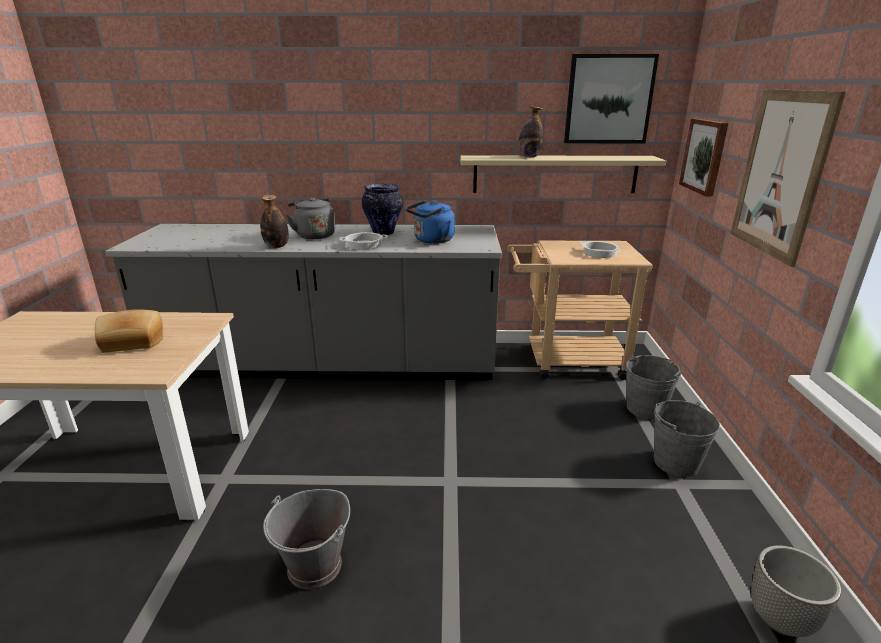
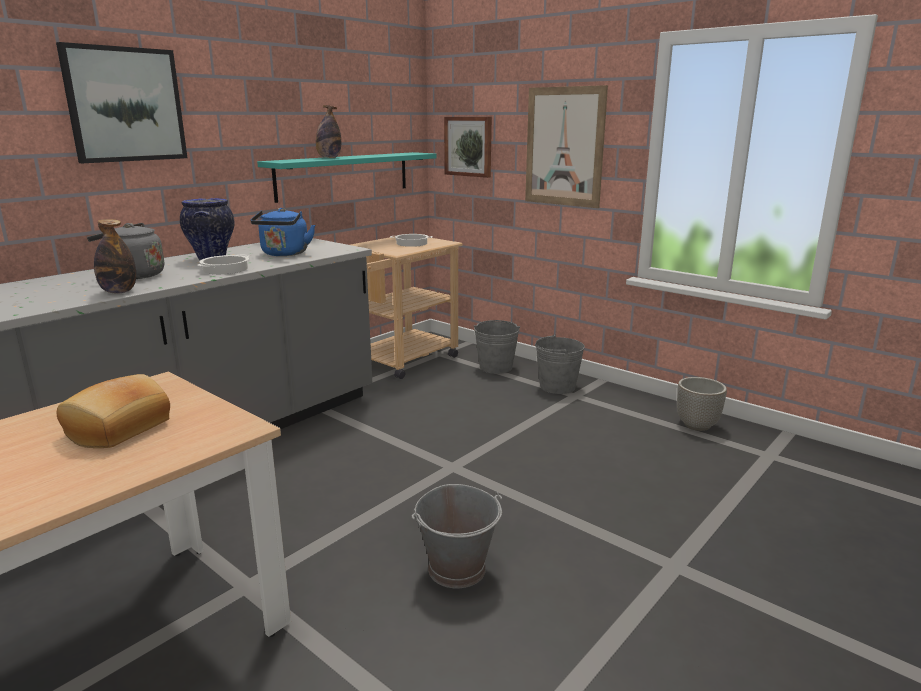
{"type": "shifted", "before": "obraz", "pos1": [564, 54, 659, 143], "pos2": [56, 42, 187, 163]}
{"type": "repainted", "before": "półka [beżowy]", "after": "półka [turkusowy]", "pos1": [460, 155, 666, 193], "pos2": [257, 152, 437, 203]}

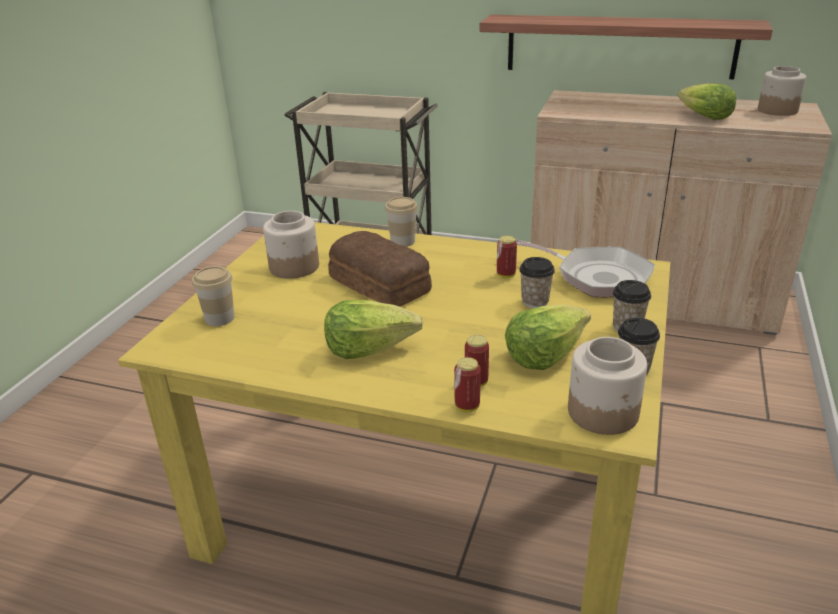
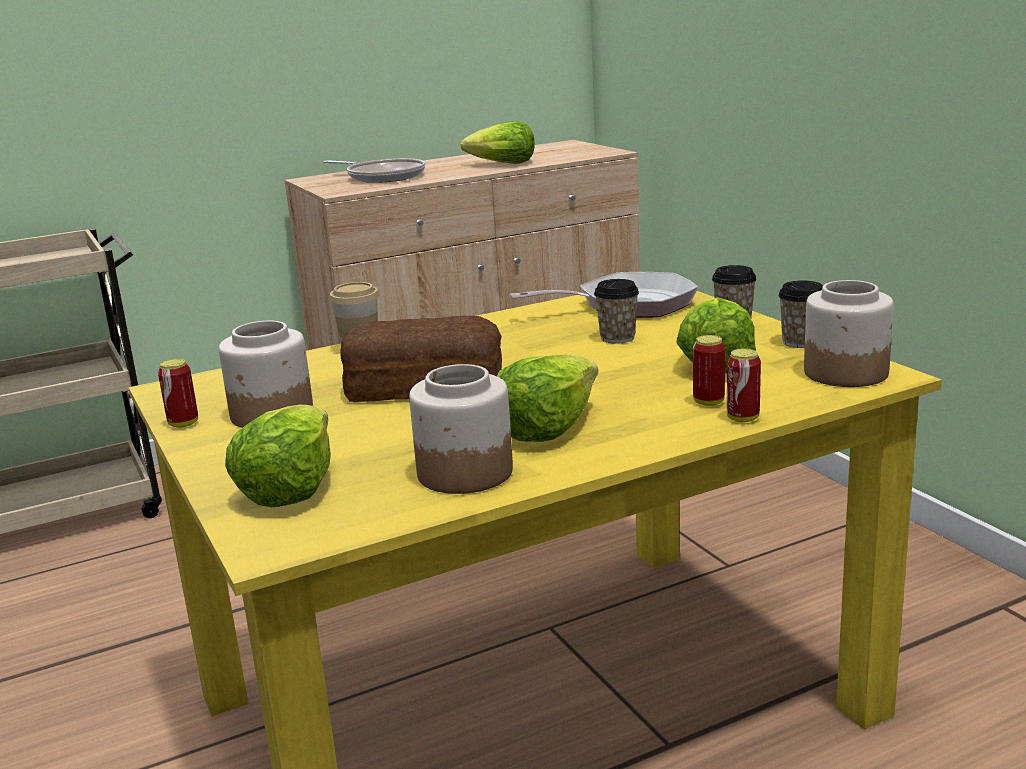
{"type": "gone", "before": "półka", "pos1": [480, 15, 773, 79]}
{"type": "new", "after": "patelnia", "pos2": [323, 158, 425, 183]}
{"type": "shifted", "before": "puszka", "pos1": [497, 236, 517, 278], "pos2": [158, 359, 198, 427]}
{"type": "shifted", "before": "słoik", "pos1": [758, 66, 806, 116], "pos2": [409, 364, 513, 494]}
{"type": "swapped", "before": "filiżanka", "after": "sałata", "pos1": [192, 266, 235, 326], "pos2": [225, 405, 331, 507]}

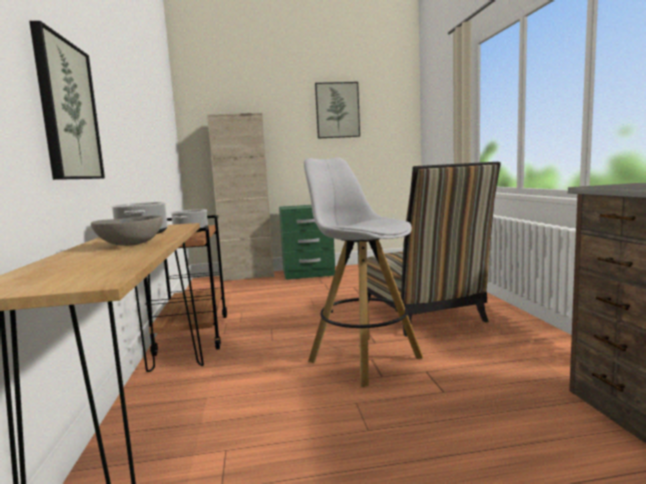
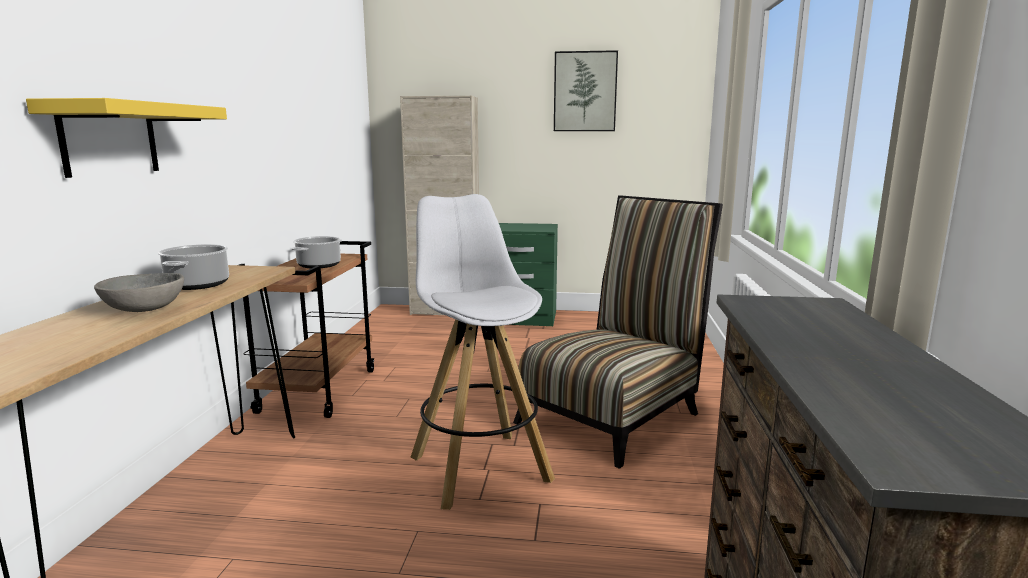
{"type": "swapped", "before": "obraz", "after": "półka [żółty]", "pos1": [29, 21, 105, 180], "pos2": [26, 98, 227, 178]}
{"type": "rotated", "before": "krzesło", "pos1": [367, 162, 501, 337], "pos2": [513, 195, 723, 469], "turn": -135}

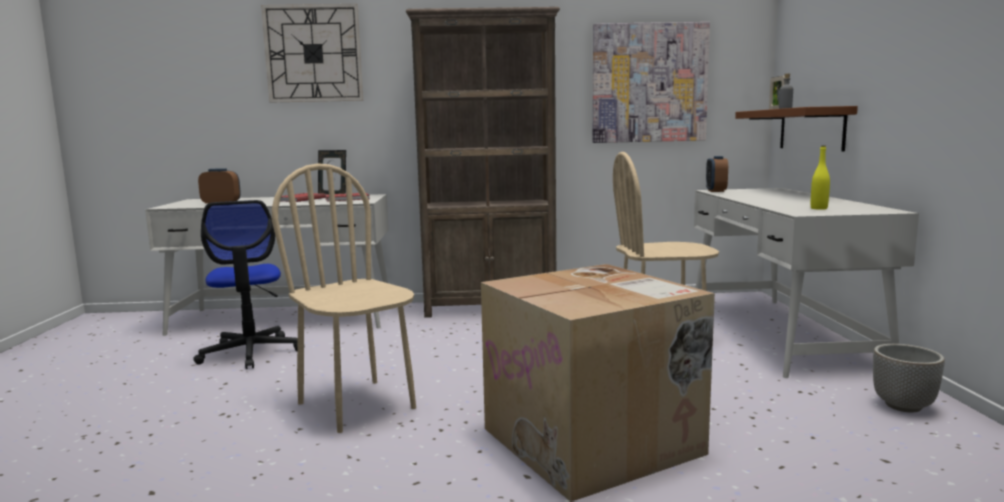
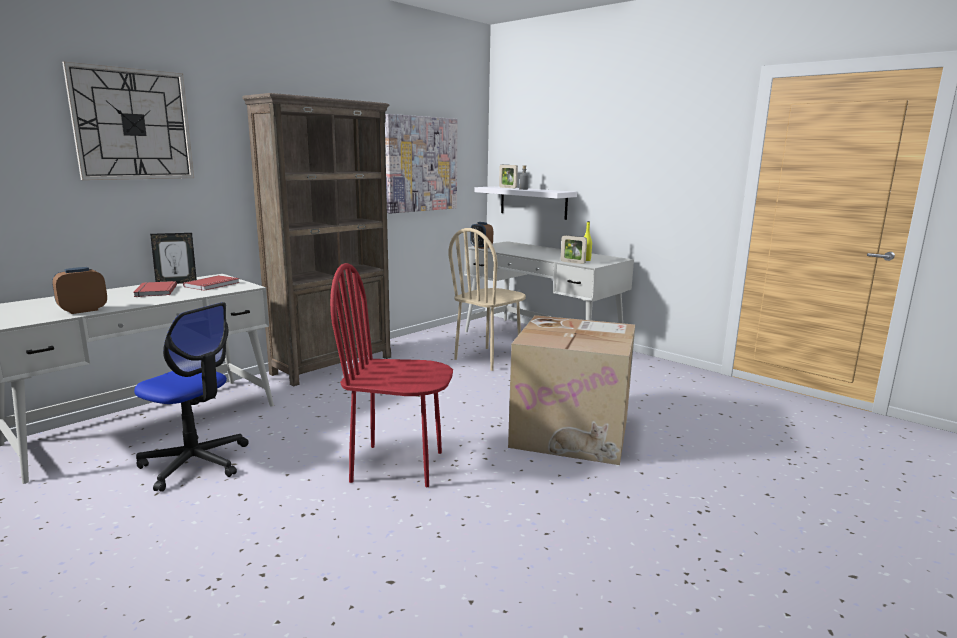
{"type": "gone", "before": "donica", "pos1": [873, 344, 945, 413]}
{"type": "new", "after": "ramka na zdjęcie", "pos2": [561, 235, 587, 264]}
{"type": "repainted", "before": "krzesło [beżowy]", "after": "krzesło [czerwony]", "pos1": [272, 163, 416, 433], "pos2": [330, 263, 453, 487]}
{"type": "repainted", "before": "półka [brązowy]", "after": "półka [biały]", "pos1": [735, 106, 858, 152], "pos2": [475, 186, 577, 220]}

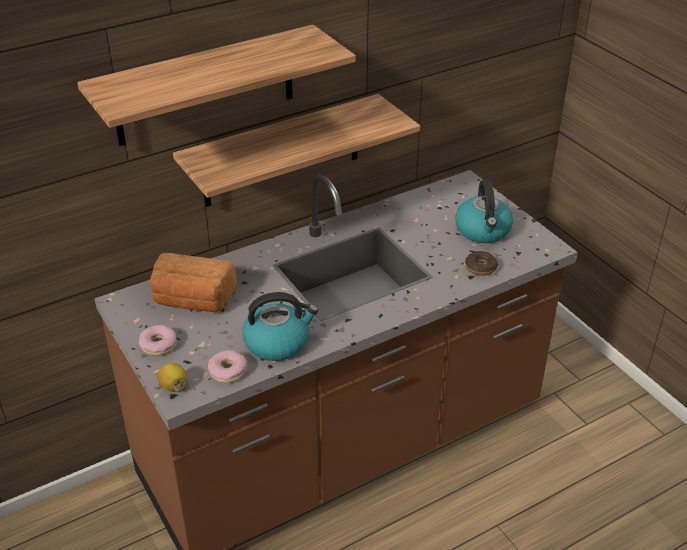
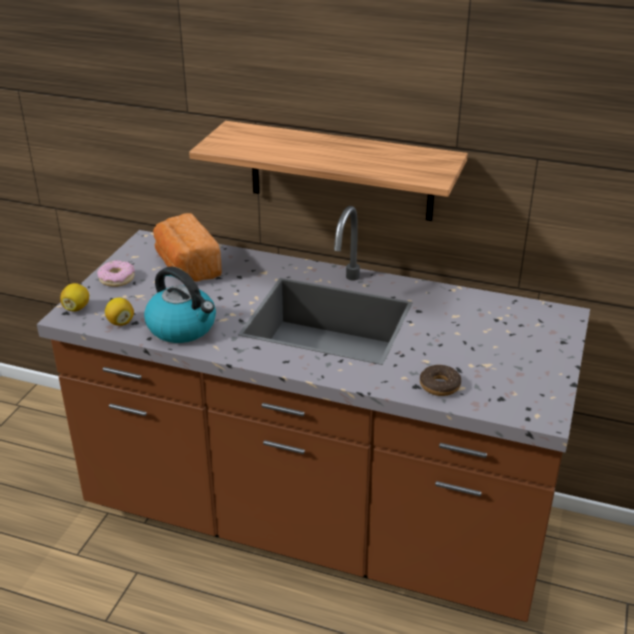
{"type": "gone", "before": "półka", "pos1": [77, 24, 356, 146]}
{"type": "gone", "before": "czajnik", "pos1": [455, 180, 513, 243]}
{"type": "swapped", "before": "donut", "after": "cytryna", "pos1": [208, 350, 247, 383], "pos2": [105, 298, 134, 326]}

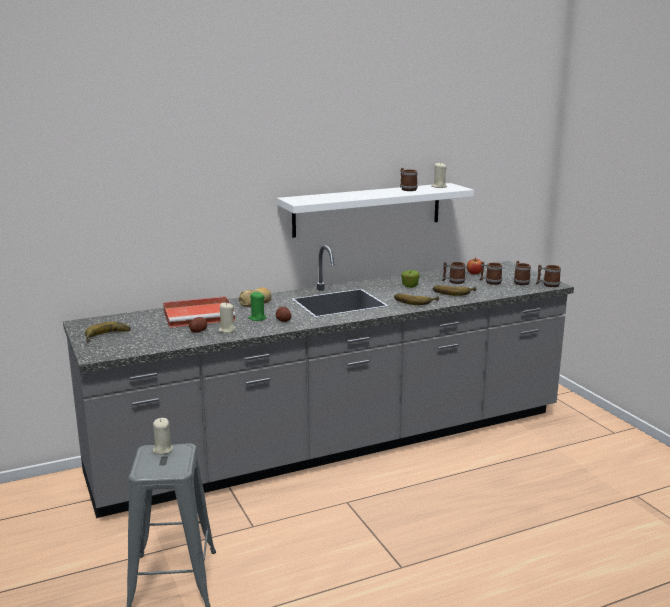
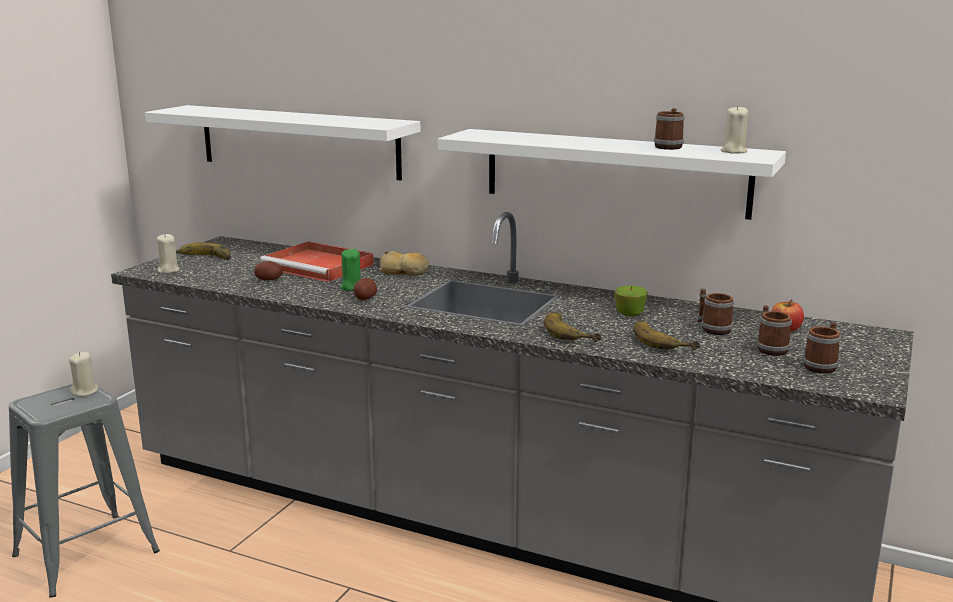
{"type": "gone", "before": "kubek", "pos1": [536, 265, 561, 287]}
{"type": "new", "after": "półka [biały]", "pos2": [145, 105, 421, 180]}
{"type": "shifted", "before": "świeca [beżowy]", "pos1": [218, 303, 236, 333], "pos2": [157, 234, 180, 273]}

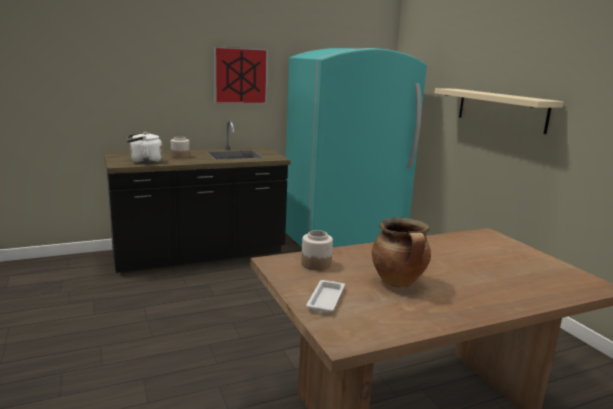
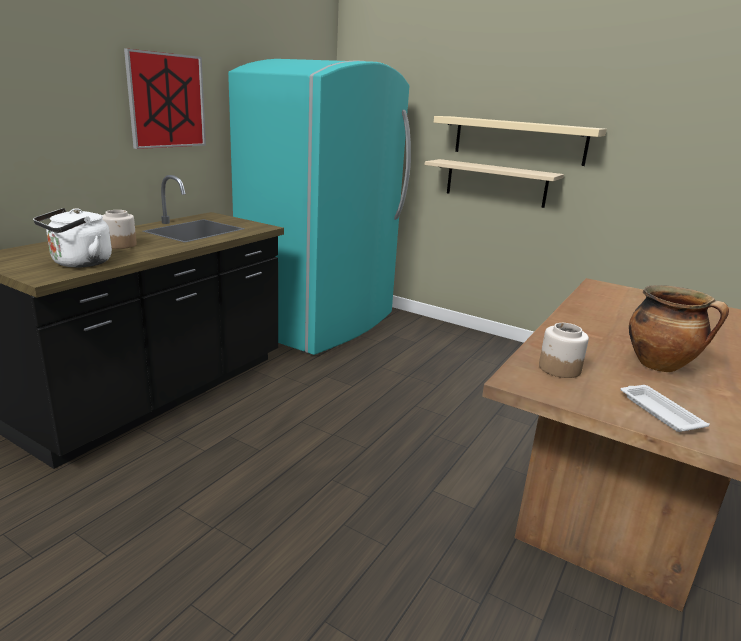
{"type": "new", "after": "półka [beżowy]", "pos2": [425, 159, 564, 208]}

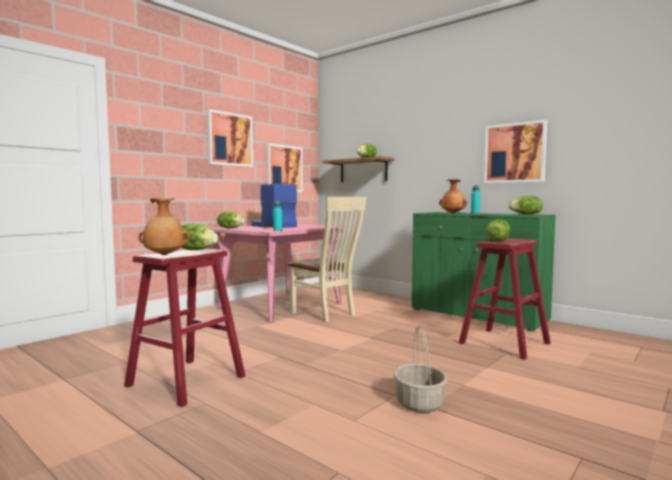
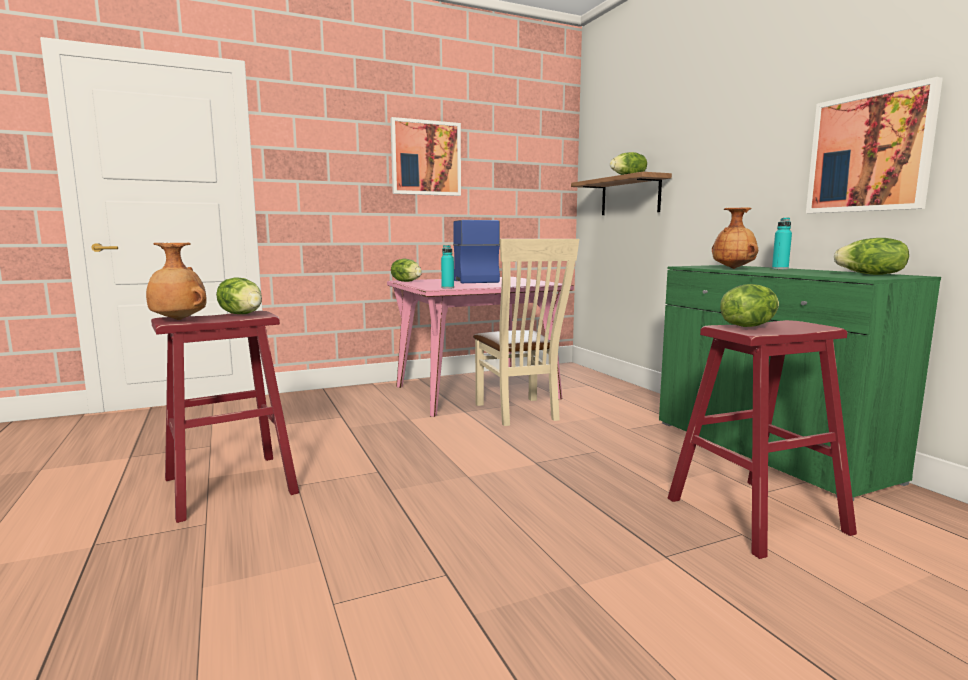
{"type": "gone", "before": "obraz", "pos1": [266, 143, 303, 192]}
{"type": "gone", "before": "koszyk", "pos1": [394, 325, 448, 413]}

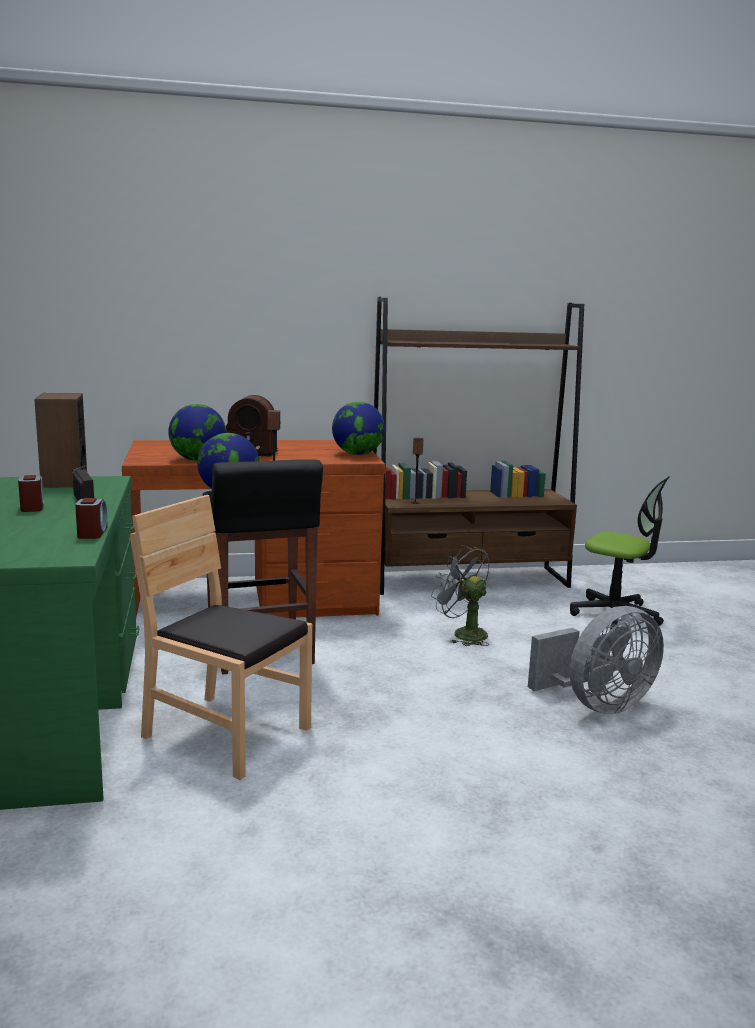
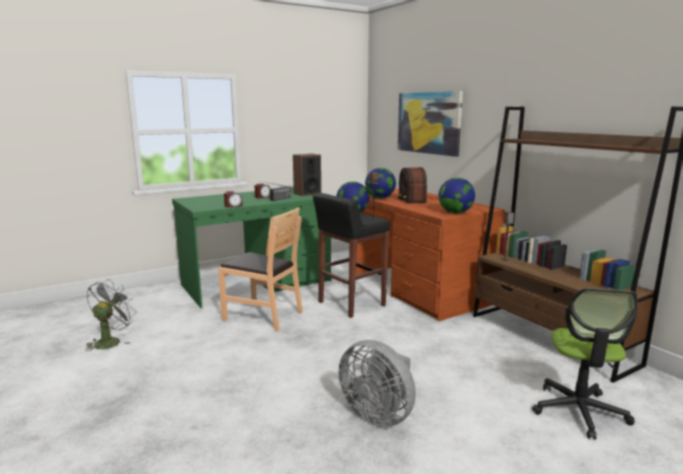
{"type": "new", "after": "obraz", "pos2": [398, 91, 463, 157]}
{"type": "shifted", "before": "wentylator [szary]", "pos1": [431, 545, 490, 646], "pos2": [86, 279, 137, 351]}
{"type": "rotated", "before": "krzesło [brązowy]", "pos1": [130, 495, 312, 780], "pos2": [218, 207, 303, 331], "turn": 105}

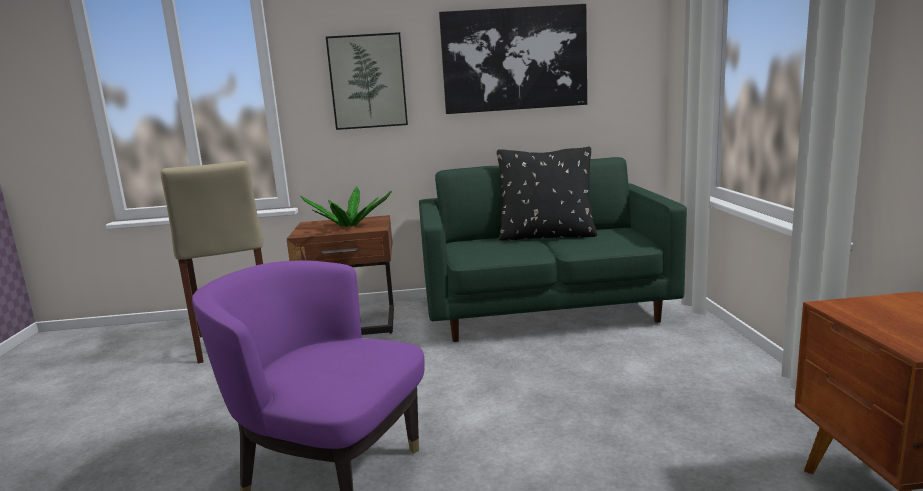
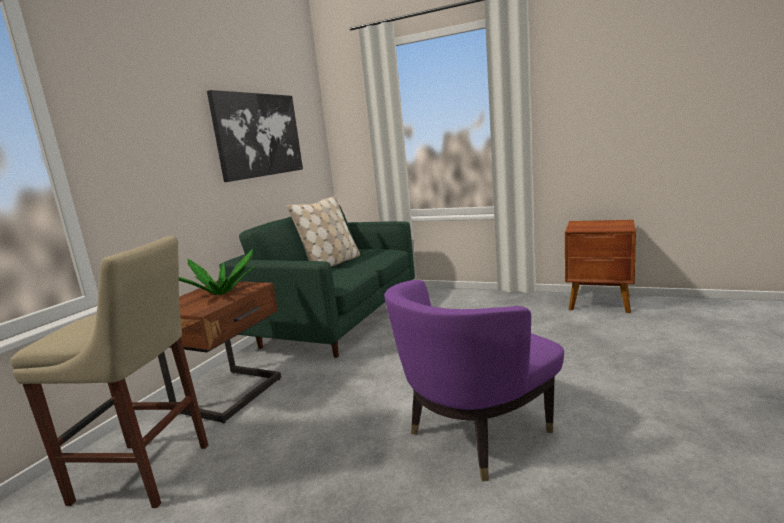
{"type": "gone", "before": "obraz", "pos1": [326, 32, 408, 130]}
{"type": "repainted", "before": "poduszka [czarny]", "after": "poduszka [beżowy]", "pos1": [497, 147, 597, 240], "pos2": [286, 196, 360, 267]}

